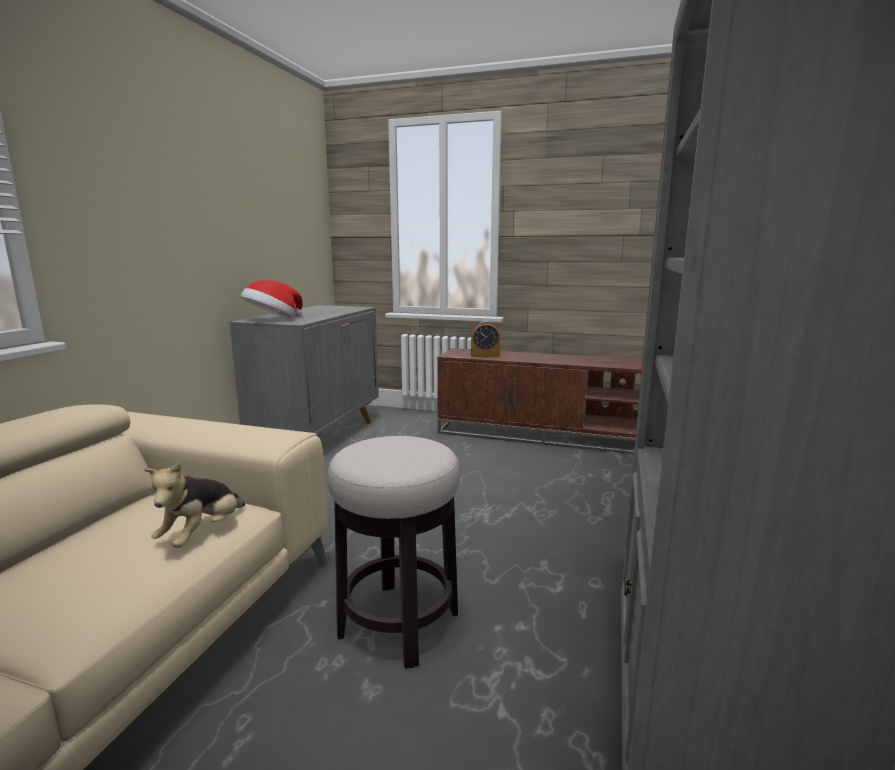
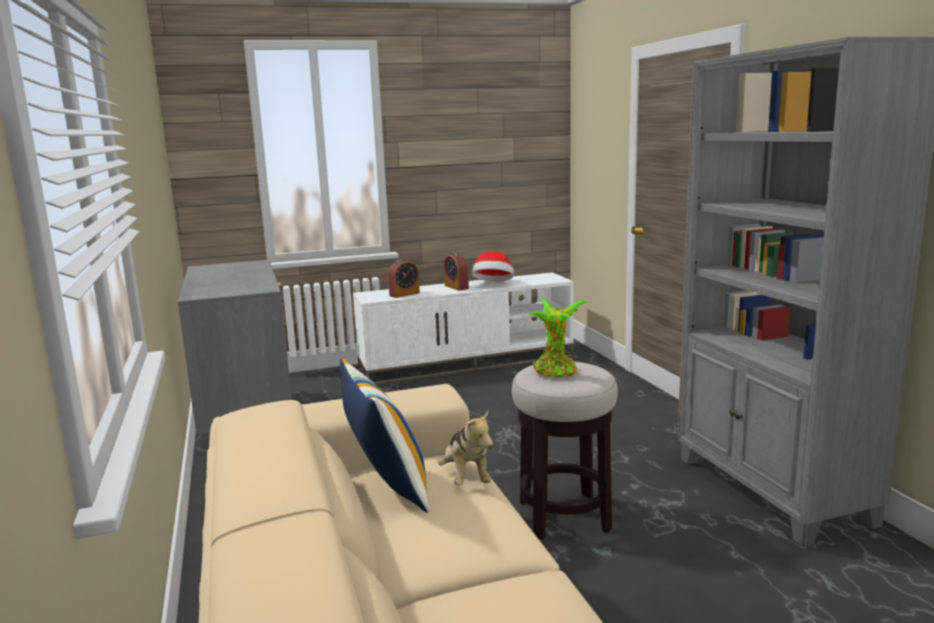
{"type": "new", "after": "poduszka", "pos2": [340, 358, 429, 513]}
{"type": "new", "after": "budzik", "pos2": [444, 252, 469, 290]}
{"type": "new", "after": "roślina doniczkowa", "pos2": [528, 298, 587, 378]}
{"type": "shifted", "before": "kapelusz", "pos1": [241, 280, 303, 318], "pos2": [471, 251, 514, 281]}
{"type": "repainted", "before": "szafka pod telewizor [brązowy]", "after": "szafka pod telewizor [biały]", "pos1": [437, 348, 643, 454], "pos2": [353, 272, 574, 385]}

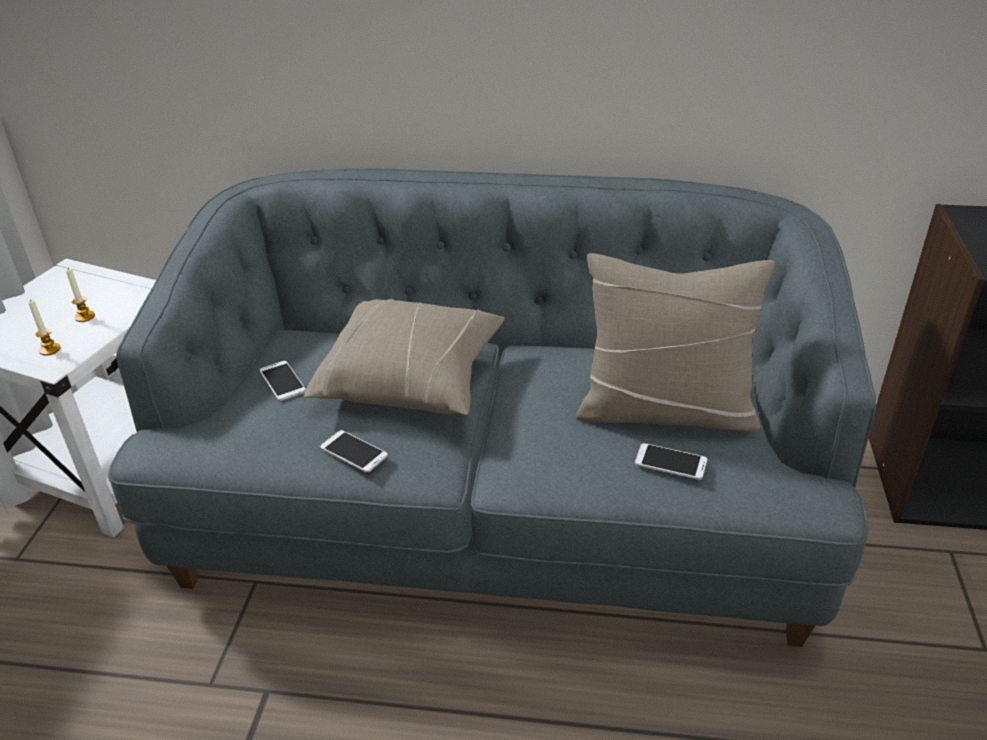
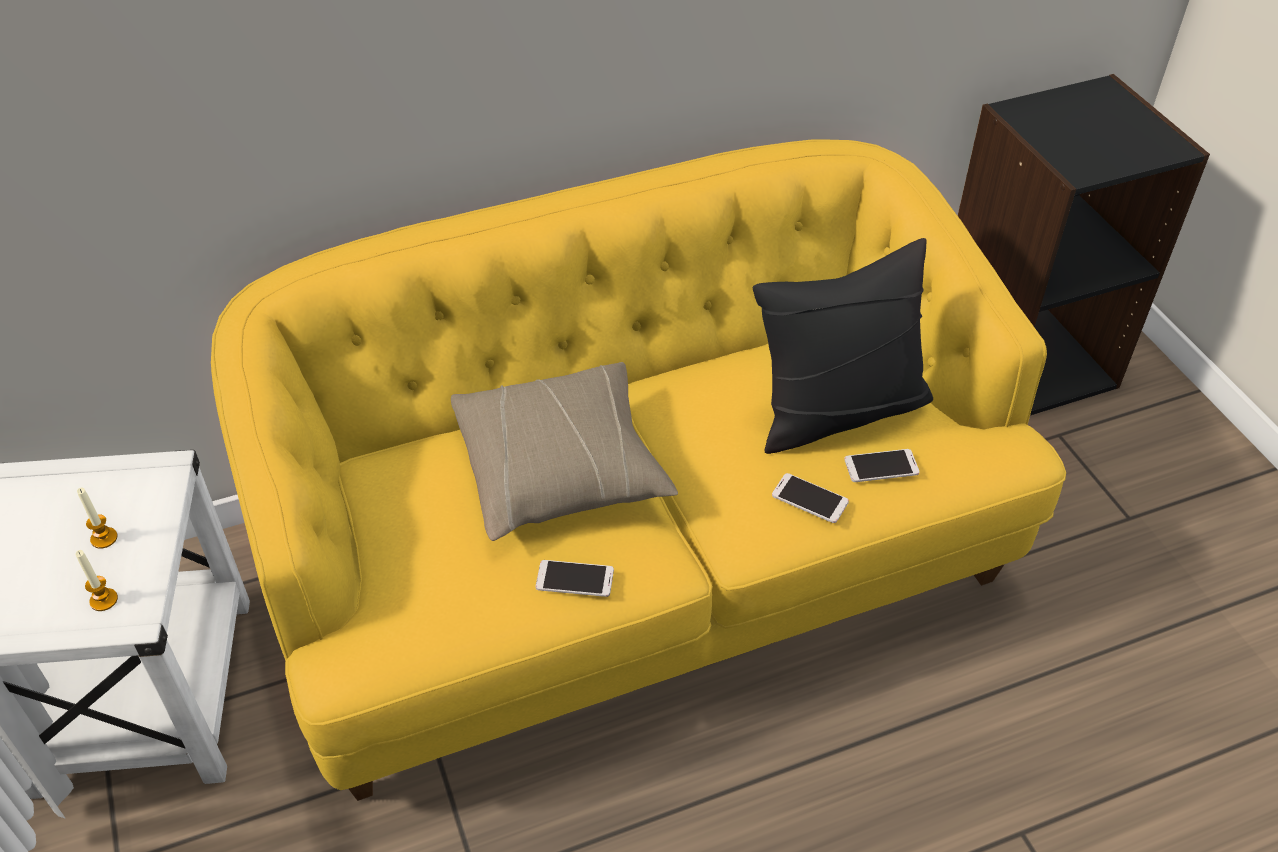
{"type": "shifted", "before": "telefon", "pos1": [260, 361, 306, 401], "pos2": [772, 473, 849, 523]}
{"type": "repainted", "before": "kanapa [szary]", "after": "kanapa [żółty]", "pos1": [108, 168, 876, 647], "pos2": [211, 139, 1066, 801]}
{"type": "repainted", "before": "poduszka [beżowy]", "after": "poduszka [czarny]", "pos1": [576, 253, 775, 431], "pos2": [753, 238, 933, 454]}

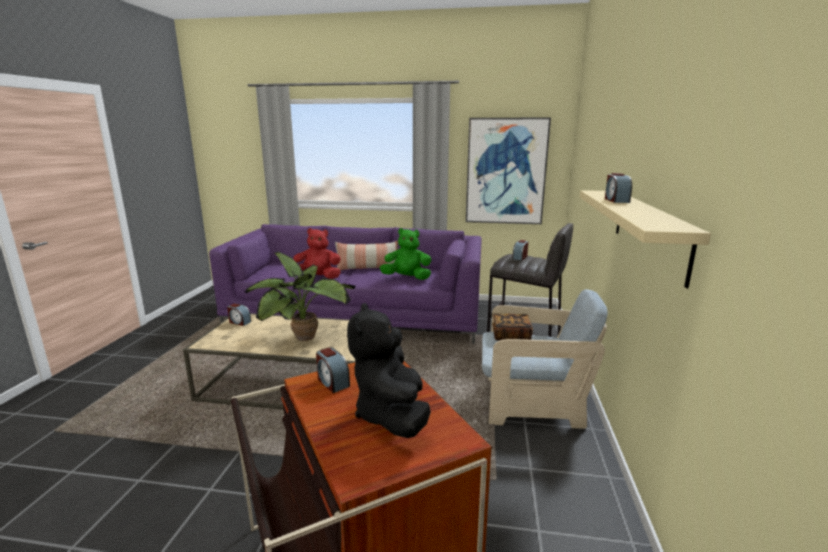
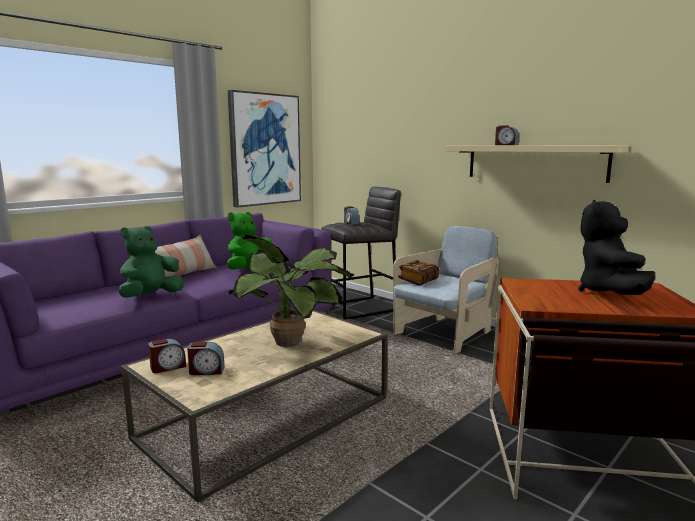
{"type": "shifted", "before": "budzik", "pos1": [316, 348, 350, 393], "pos2": [187, 342, 224, 375]}
{"type": "repainted", "before": "pluszak [czerwony]", "after": "pluszak [zielony]", "pos1": [293, 228, 341, 279], "pos2": [119, 226, 184, 298]}
{"type": "rotated", "before": "pluszak [czarny]", "pos1": [347, 303, 431, 438], "pos2": [578, 200, 655, 295], "turn": 75}

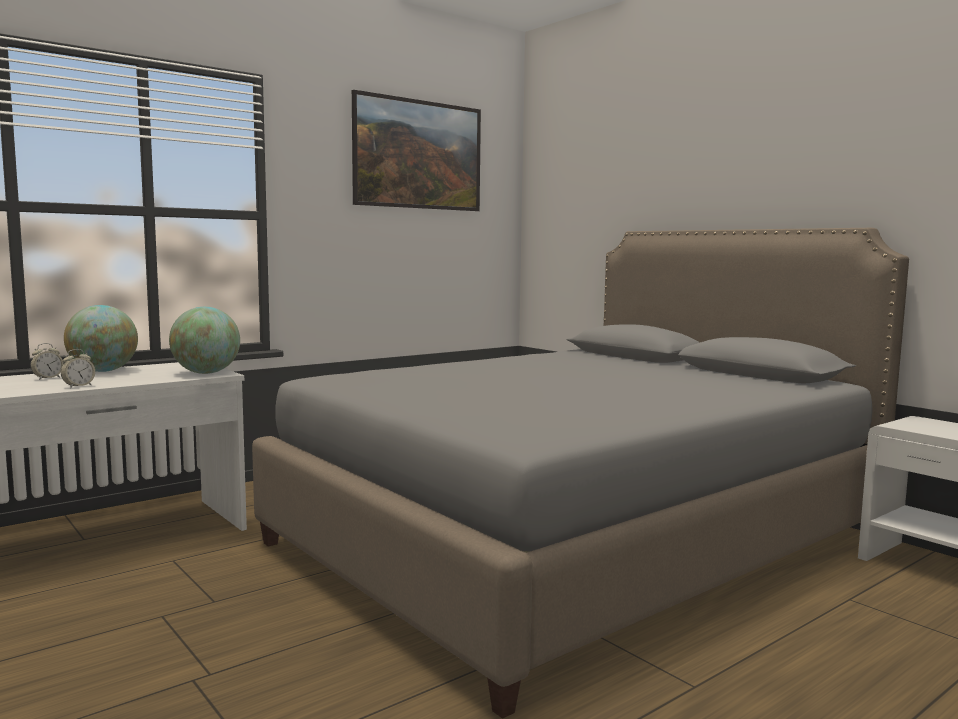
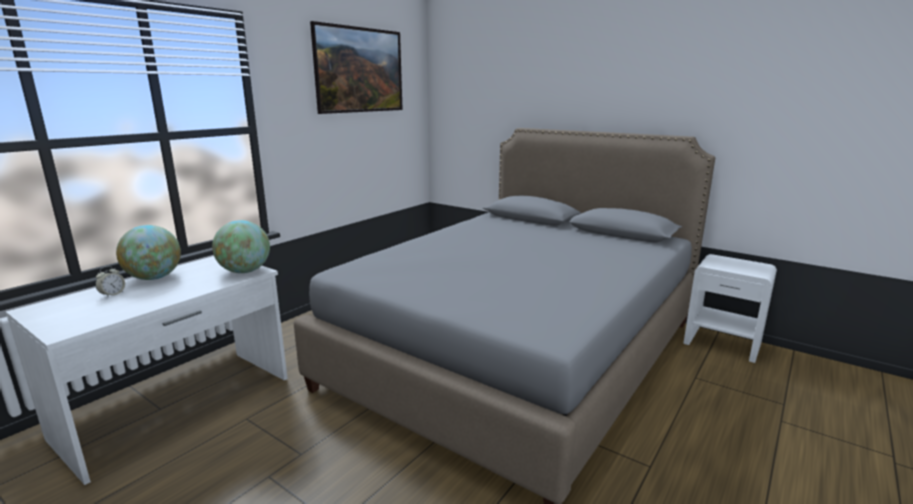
{"type": "gone", "before": "budzik", "pos1": [61, 349, 95, 388]}

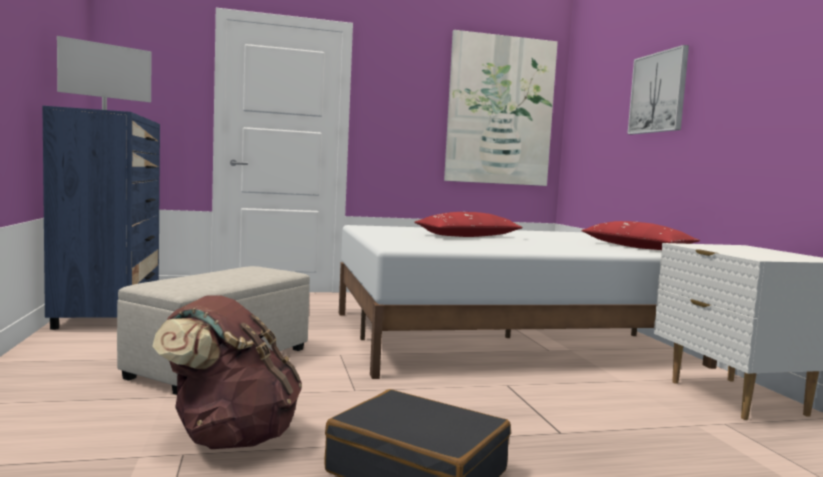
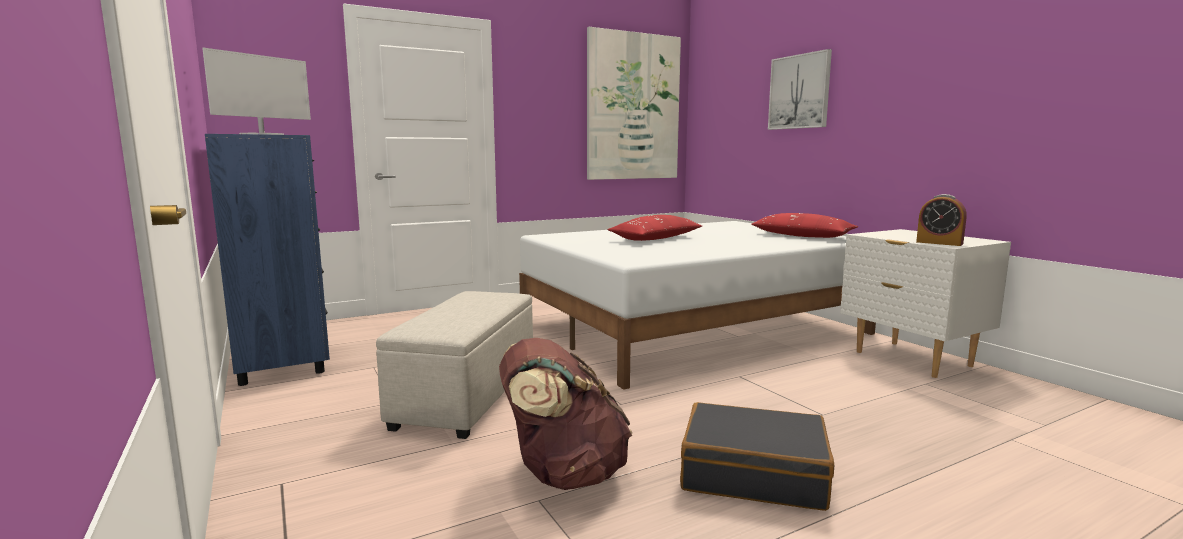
{"type": "new", "after": "budzik", "pos2": [916, 194, 967, 246]}

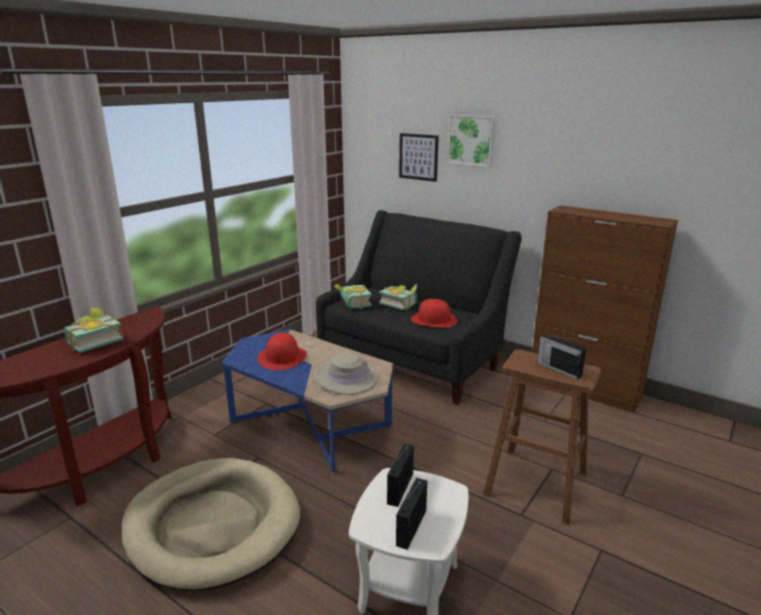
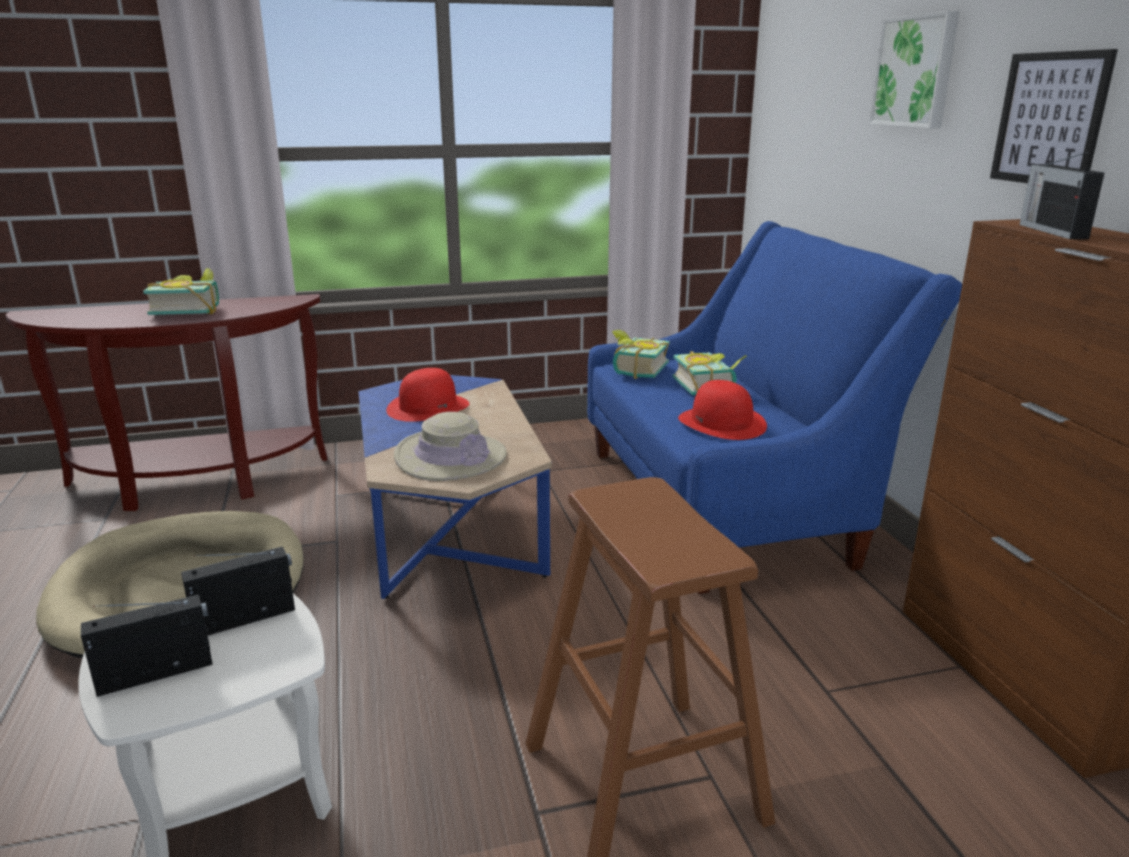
{"type": "shifted", "before": "obraz", "pos1": [399, 133, 439, 182], "pos2": [990, 49, 1118, 183]}
{"type": "shifted", "before": "radio", "pos1": [537, 334, 586, 379], "pos2": [1020, 151, 1105, 239]}
{"type": "repainted", "before": "kanapa [czarny]", "after": "kanapa [niebieski]", "pos1": [316, 210, 522, 405], "pos2": [587, 221, 962, 594]}

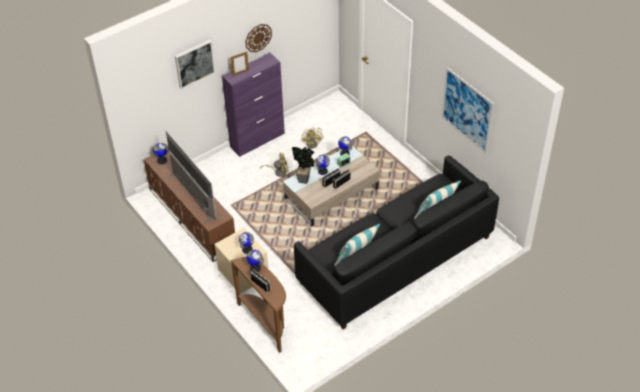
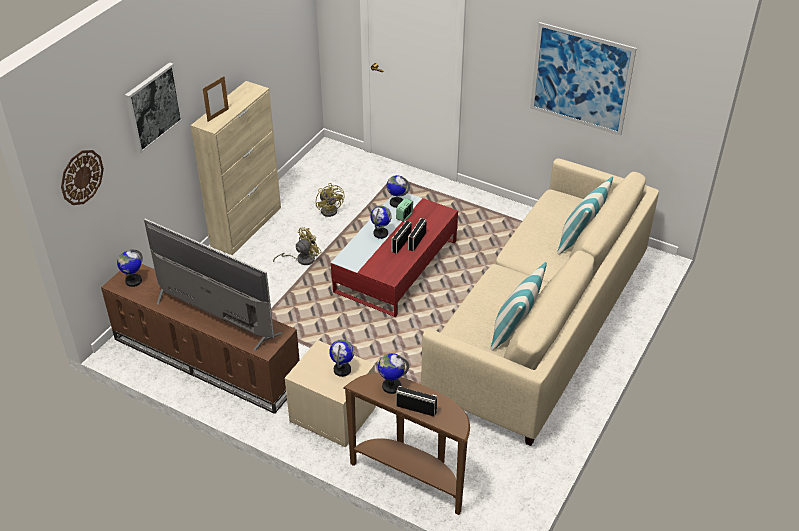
{"type": "gone", "before": "roślina doniczkowa", "pos1": [292, 147, 315, 184]}
{"type": "shifted", "before": "zegar ścienny", "pos1": [245, 24, 272, 52], "pos2": [61, 150, 104, 205]}
{"type": "repainted", "before": "szafka [fioletowy]", "after": "szafka [beżowy]", "pos1": [222, 53, 285, 157], "pos2": [191, 81, 281, 255]}
{"type": "repainted", "before": "ława [beżowy]", "after": "ława [czerwony]", "pos1": [283, 146, 380, 226], "pos2": [331, 192, 458, 317]}
{"type": "repainted", "before": "kanapa [czarny]", "after": "kanapa [beżowy]", "pos1": [294, 155, 499, 329], "pos2": [421, 158, 659, 446]}

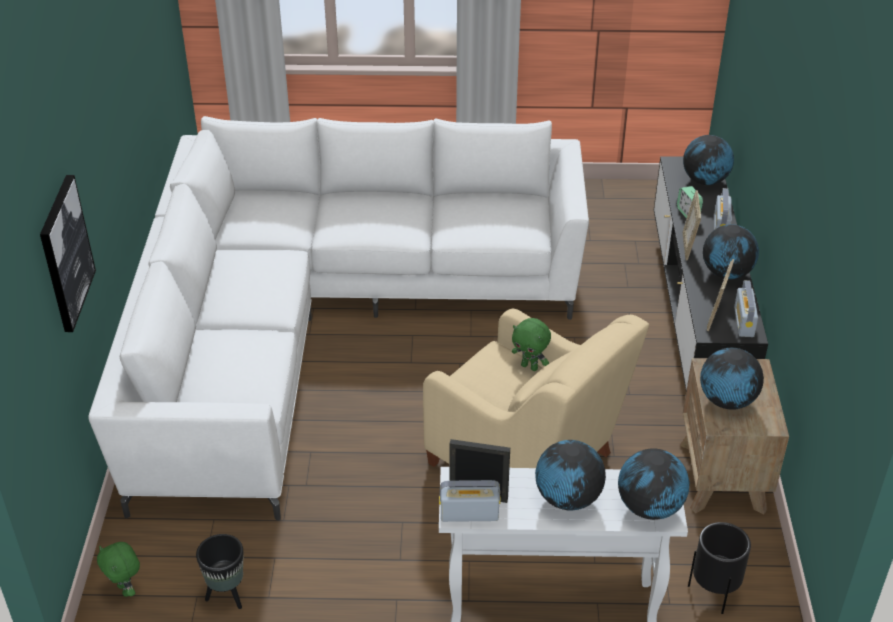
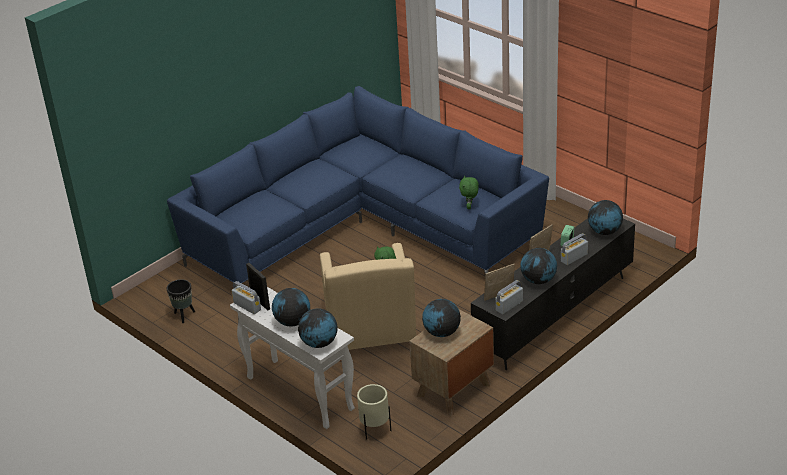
{"type": "gone", "before": "obraz", "pos1": [40, 175, 96, 332]}
{"type": "shifted", "before": "pluszak [zielony]", "pos1": [97, 542, 140, 597], "pos2": [459, 175, 479, 209]}
{"type": "repainted", "before": "kanapa [biały]", "after": "kanapa [niebieski]", "pos1": [88, 116, 589, 520], "pos2": [167, 86, 549, 287]}
{"type": "repainted", "before": "donica [czarny]", "after": "donica [beżowy]", "pos1": [688, 522, 751, 614], "pos2": [357, 384, 391, 440]}

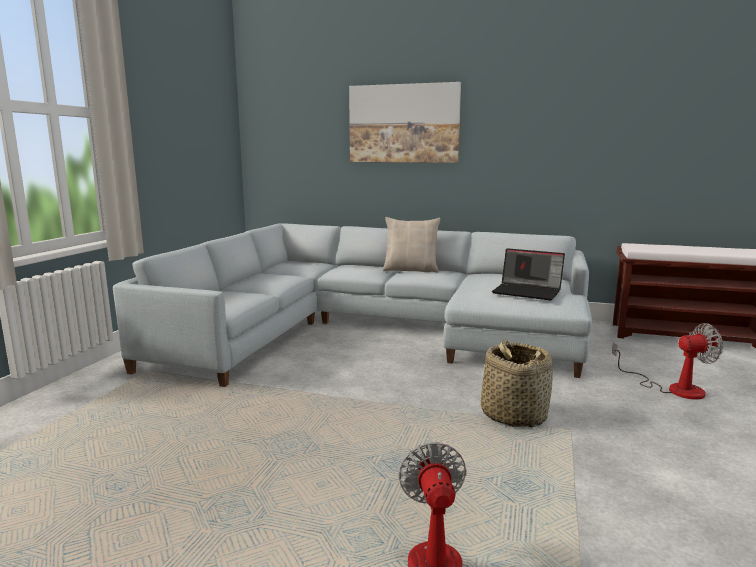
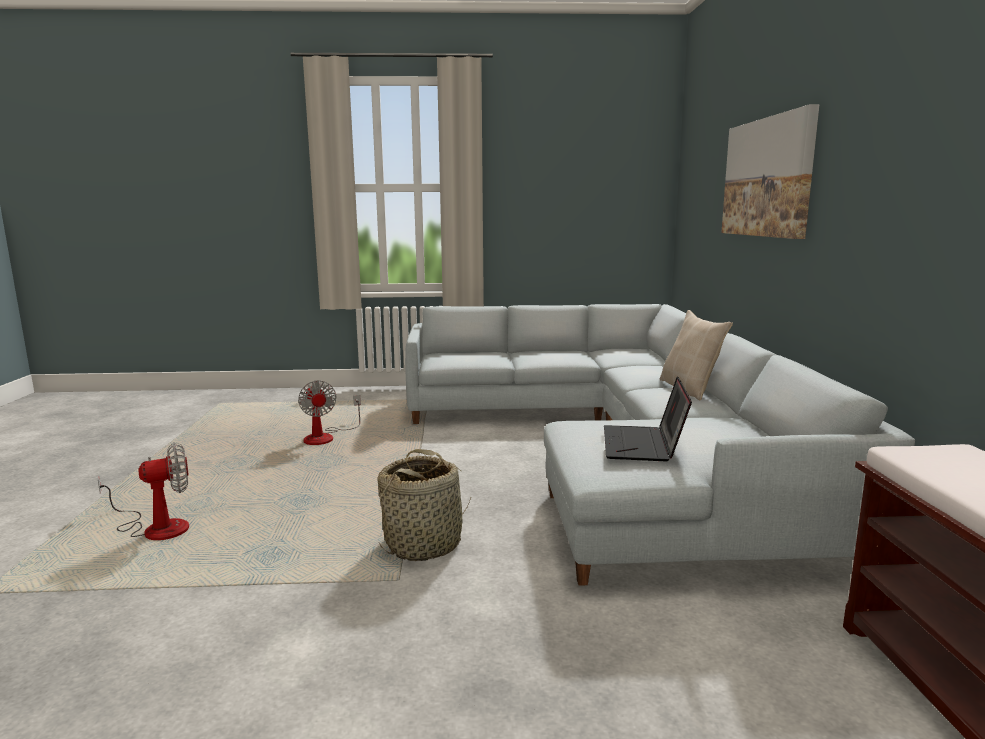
{"type": "shifted", "before": "wentylator", "pos1": [612, 323, 723, 400], "pos2": [298, 380, 361, 445]}

